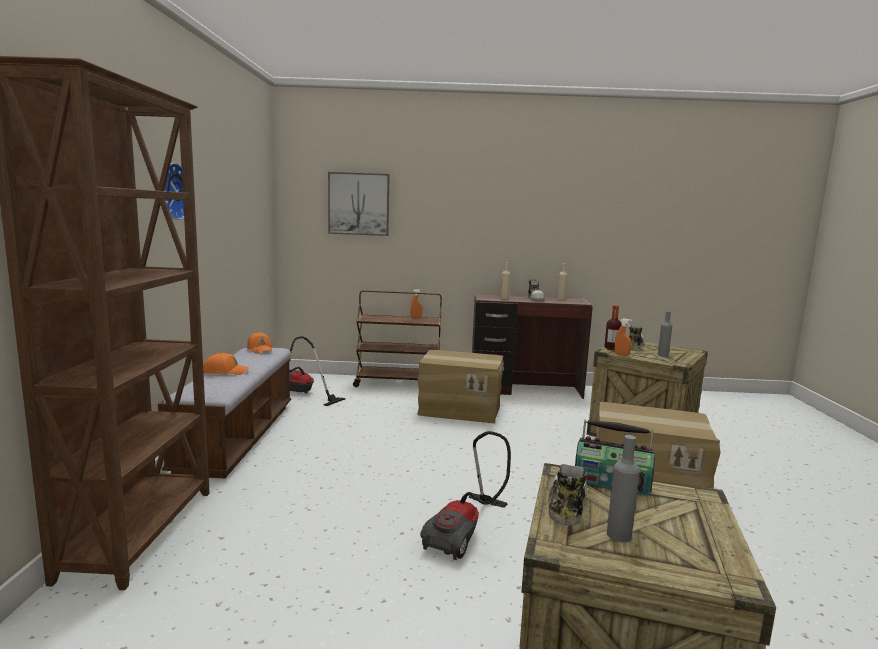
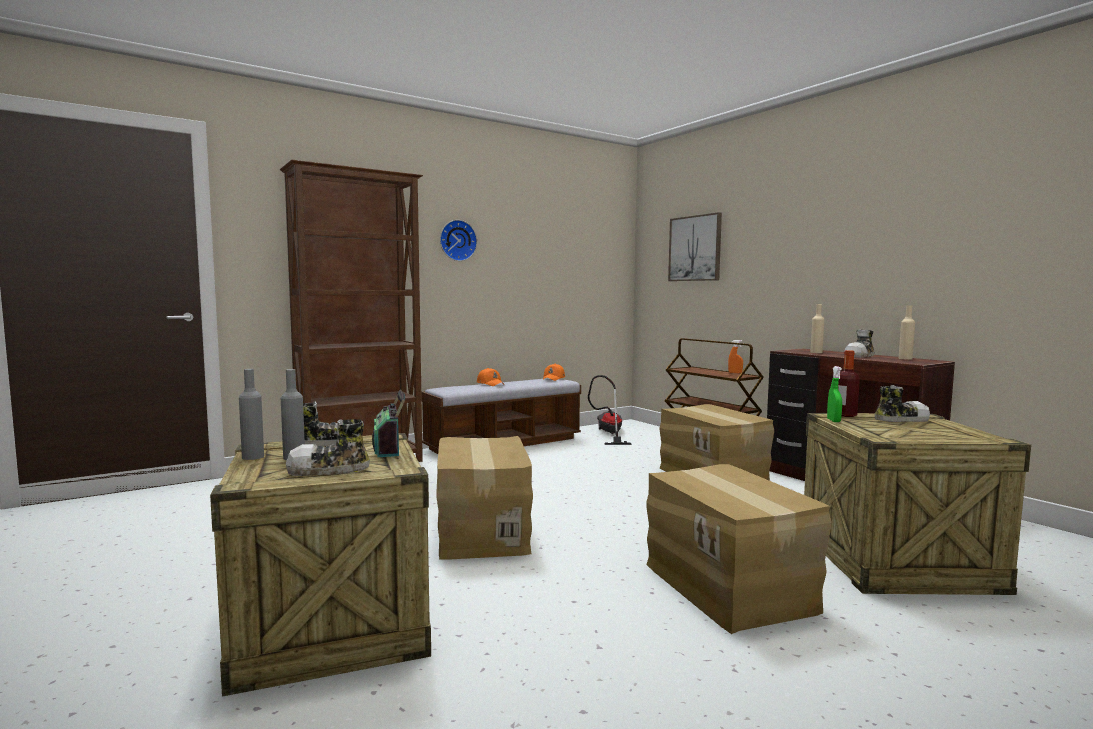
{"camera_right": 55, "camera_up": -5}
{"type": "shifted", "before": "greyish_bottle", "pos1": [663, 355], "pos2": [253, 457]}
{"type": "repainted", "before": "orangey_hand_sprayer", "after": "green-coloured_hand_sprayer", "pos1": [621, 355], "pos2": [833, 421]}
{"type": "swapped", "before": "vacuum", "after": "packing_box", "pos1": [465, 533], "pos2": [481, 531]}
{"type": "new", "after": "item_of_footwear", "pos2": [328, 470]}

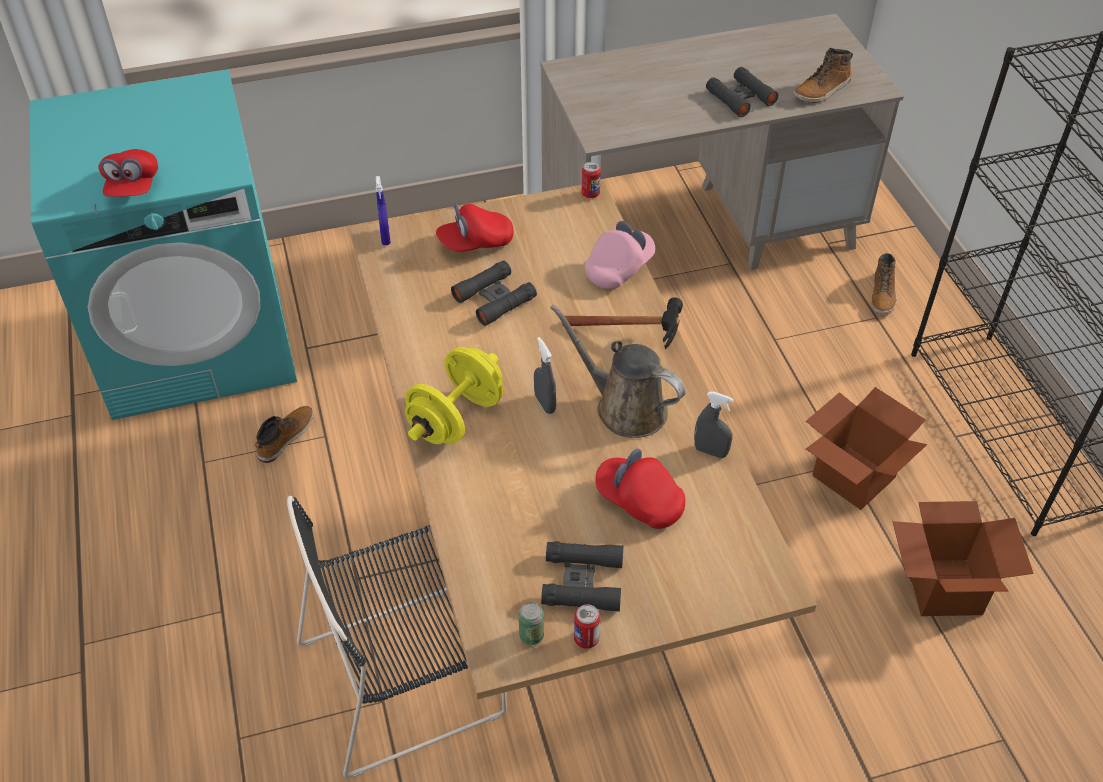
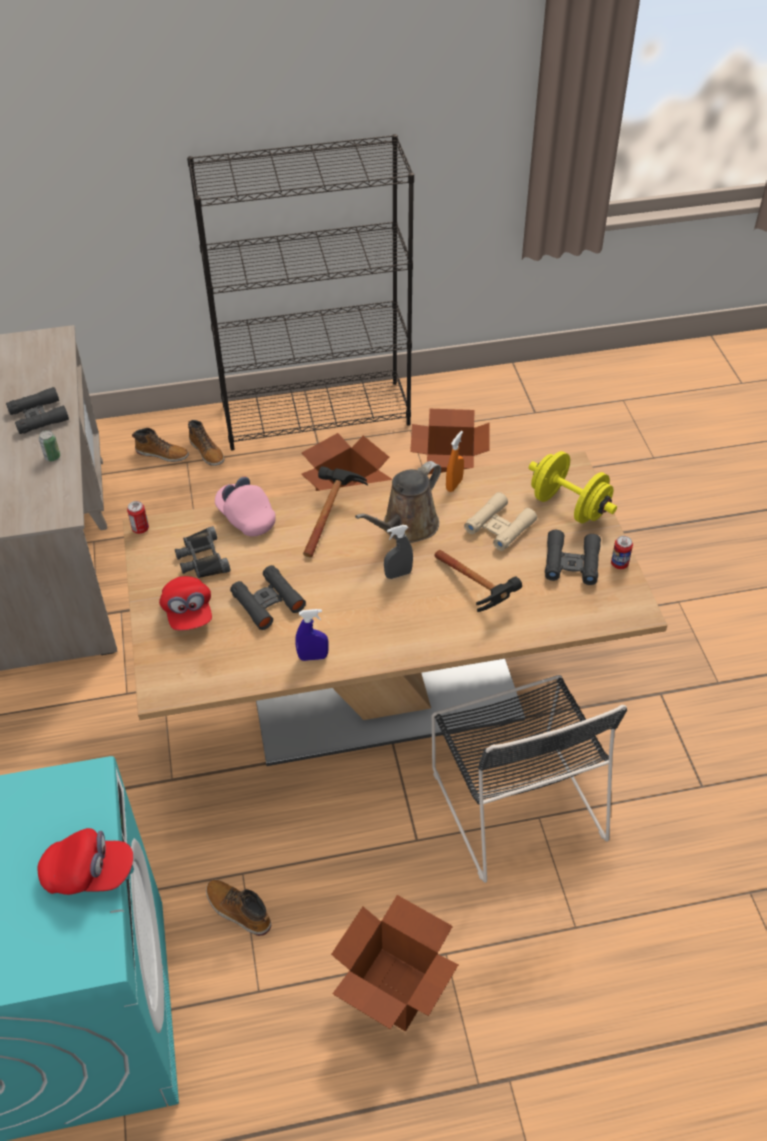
{"camera_right": -85, "camera_up": 0}
{"type": "shifted", "before": "boot", "pos1": [822, 90], "pos2": [207, 452]}
{"type": "shifted", "before": "blue-coloured_hand_sprayer", "pos1": [385, 237], "pos2": [313, 657]}
{"type": "shifted", "before": "yellow_free_weight", "pos1": [456, 418], "pos2": [569, 506]}
{"type": "repainted", "before": "greyish_hand_sprayer", "after": "orangey_hand_sprayer", "pos1": [710, 451], "pos2": [454, 485]}
{"type": "swapped", "before": "red-coloured_peaked_cap", "after": "beige_field_glasses", "pos1": [639, 501], "pos2": [499, 527]}
{"type": "shifted", "before": "metal_can", "pos1": [531, 635], "pos2": [52, 457]}
{"type": "new", "after": "blackish_field_glasses", "pos2": [202, 559]}
{"type": "new", "after": "tool_hammer", "pos2": [479, 594]}
{"type": "new", "after": "packing_box", "pos2": [393, 989]}

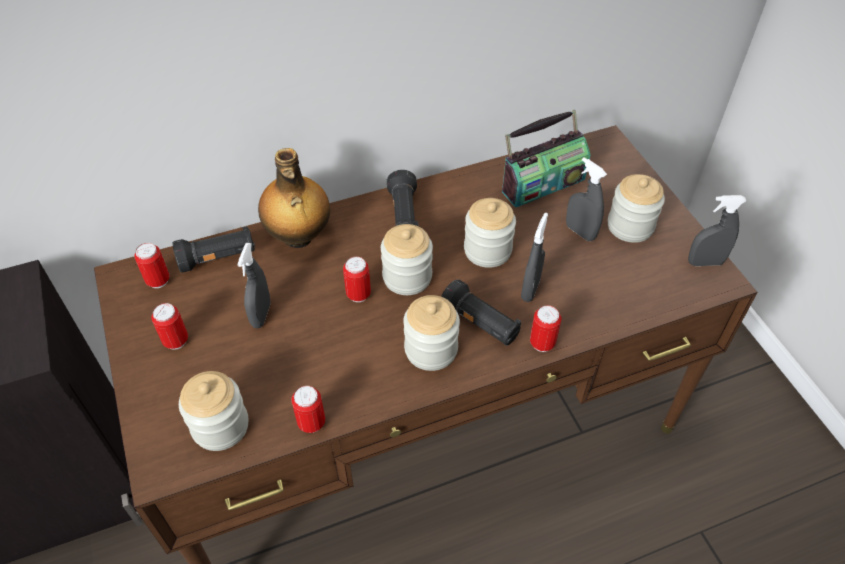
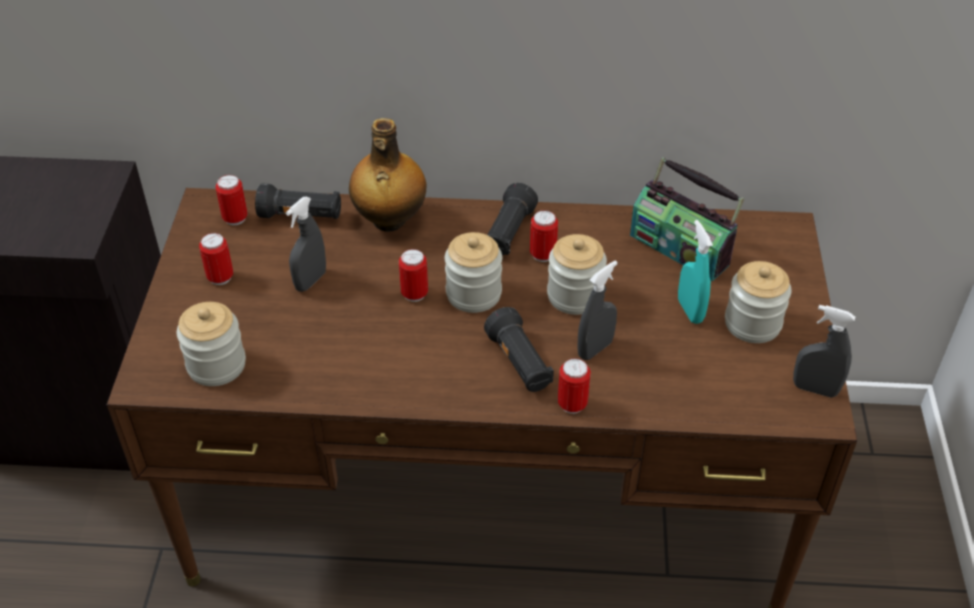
{"camera_right": 25, "camera_up": -5}
{"type": "rotated", "before": "radio", "pos1": [542, 184], "pos2": [680, 248], "turn": 45}
{"type": "repainted", "before": "greyish_hand_sprayer", "after": "blue-green_hand_sprayer", "pos1": [580, 232], "pos2": [690, 311]}
{"type": "gone", "before": "jar", "pos1": [431, 349]}
{"type": "shifted", "before": "metal_can", "pos1": [311, 423], "pos2": [542, 254]}

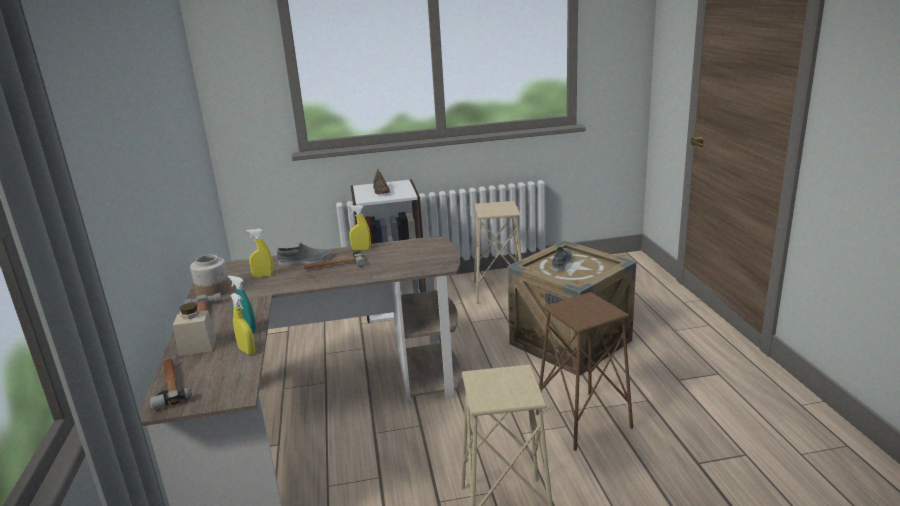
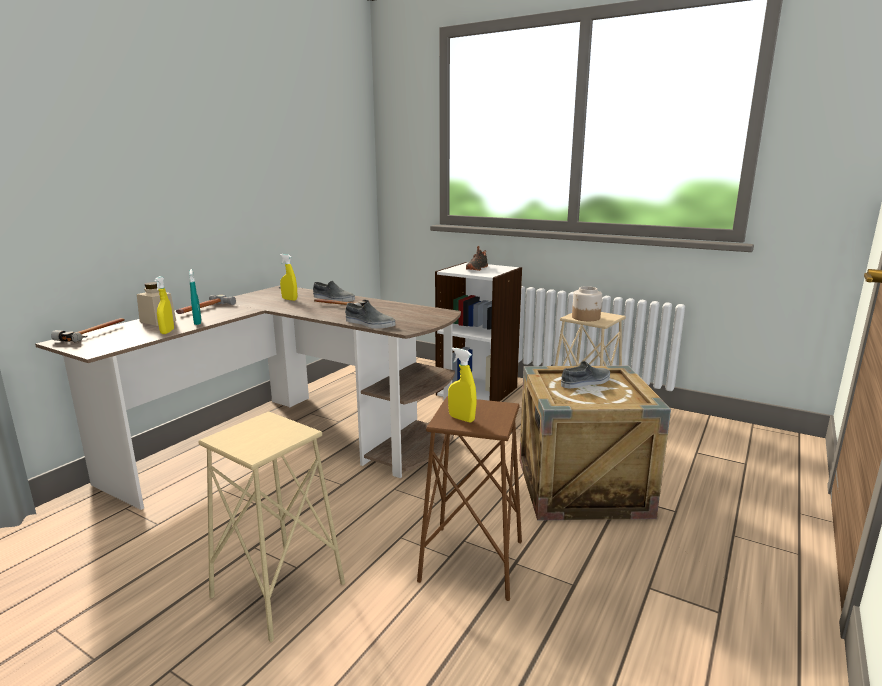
{"camera_right": 40, "camera_up": -5}
{"type": "shifted", "before": "yellow_hand_sprayer", "pos1": [361, 249], "pos2": [461, 418]}
{"type": "shifted", "before": "jar", "pos1": [213, 291], "pos2": [586, 318]}
{"type": "new", "after": "greyish_item_of_footwear", "pos2": [369, 324]}

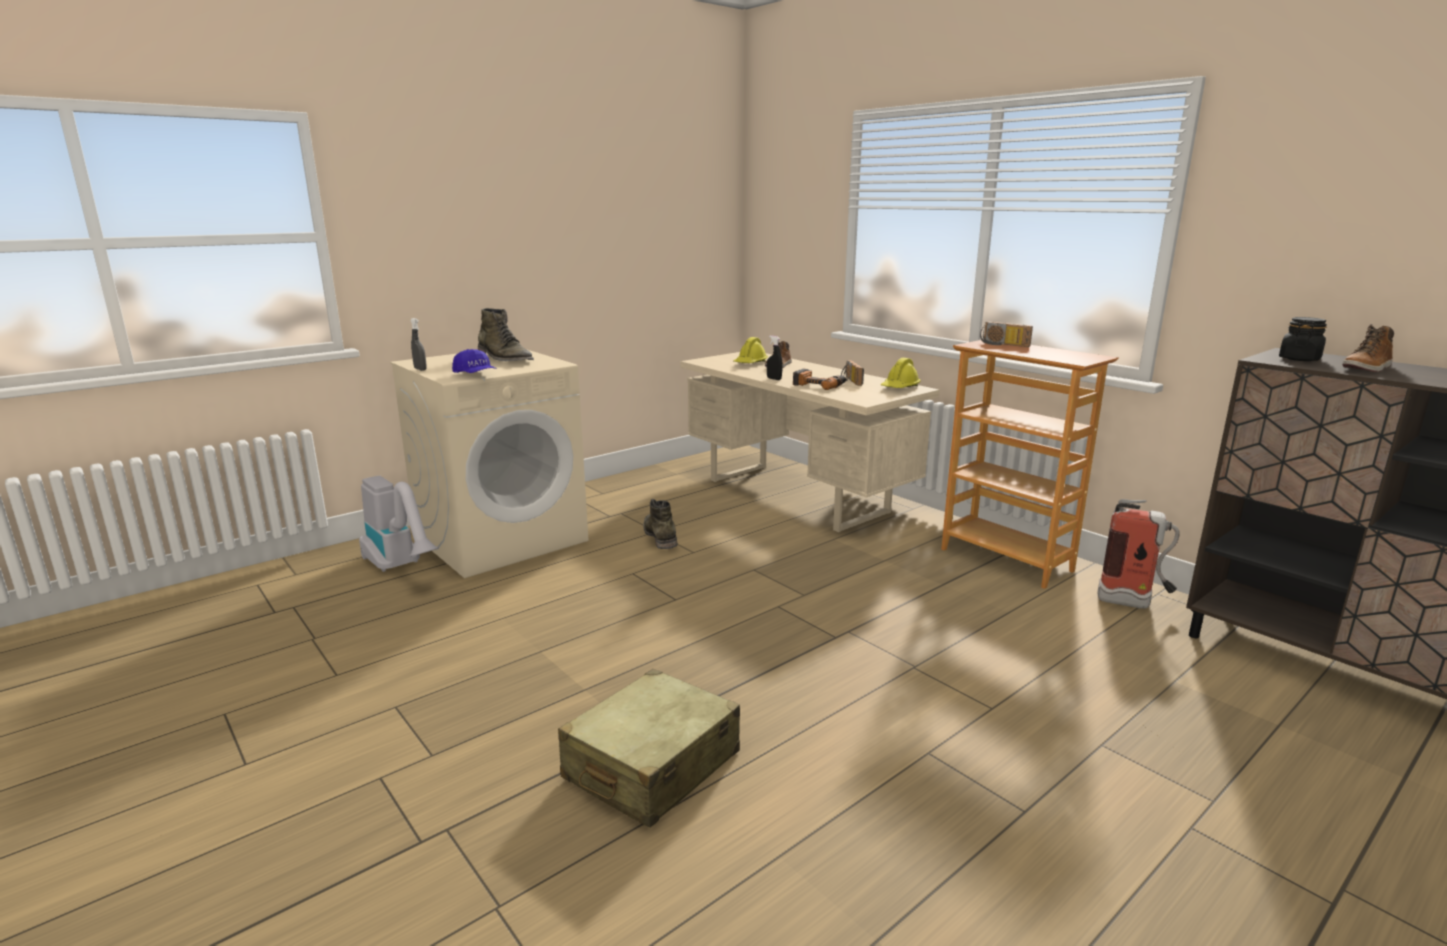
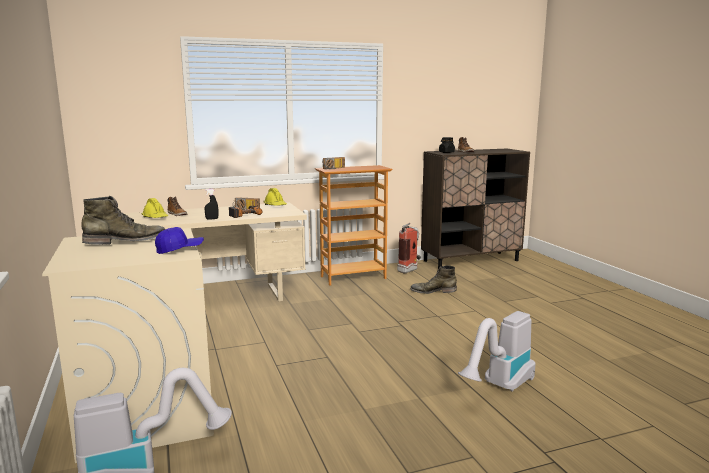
{"camera_right": -70, "camera_up": -5}
{"type": "gone", "before": "greyish_hand_sprayer", "pos1": [420, 369]}
{"type": "shifted", "before": "green-coloured_boot", "pos1": [660, 536], "pos2": [433, 291]}
{"type": "swapped", "before": "beige_travel_case", "after": "vacuum", "pos1": [651, 766], "pos2": [499, 387]}

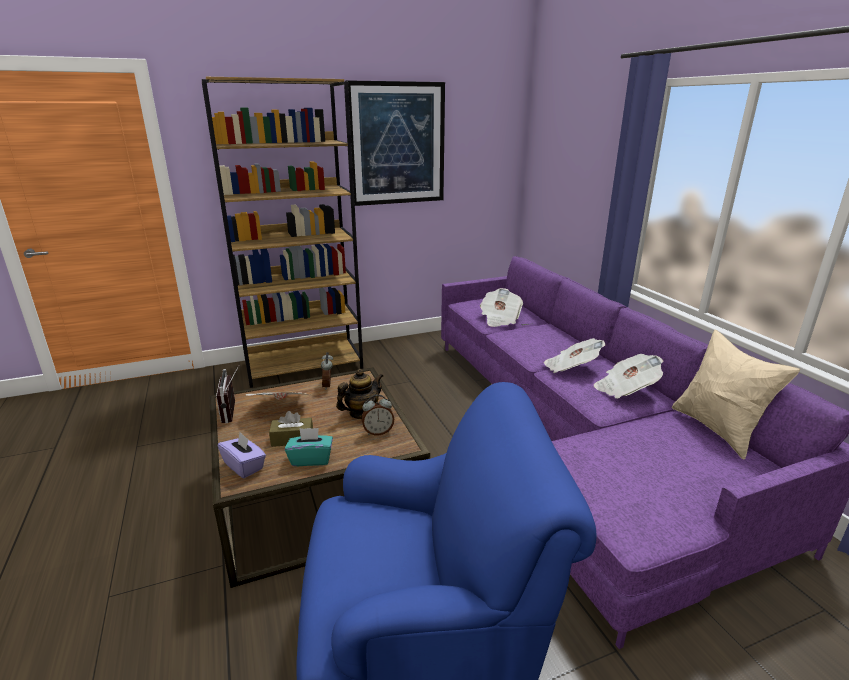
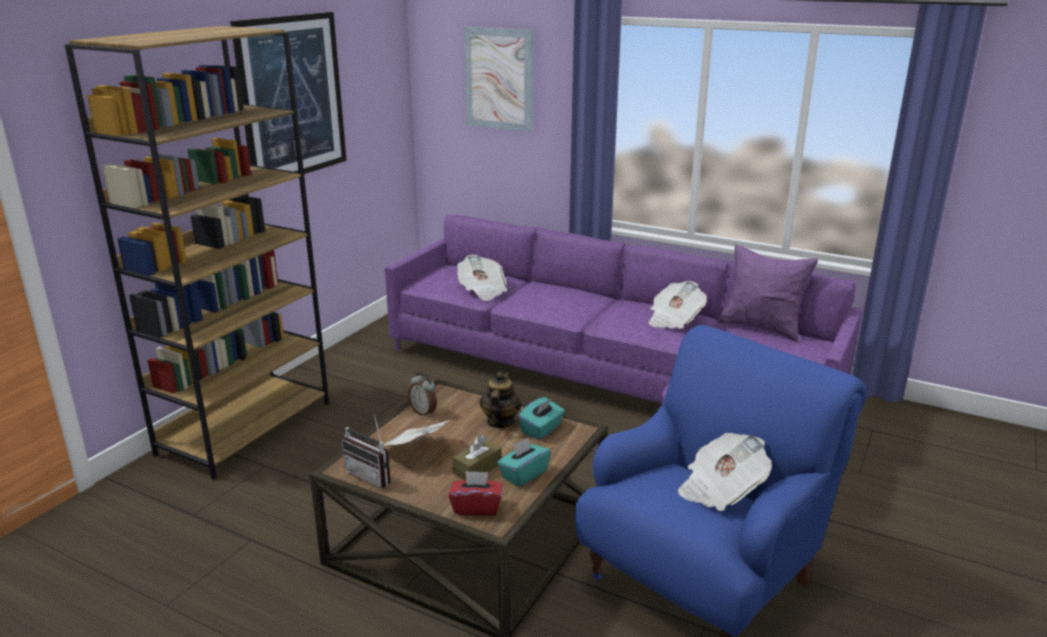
{"camera_right": -40, "camera_up": 0}
{"type": "repainted", "before": "beige_throw_pillow", "after": "purplish_throw_pillow", "pos1": [717, 429], "pos2": [761, 327]}
{"type": "shifted", "before": "printed_paper", "pos1": [571, 368], "pos2": [720, 490]}
{"type": "swapped", "before": "table_clock", "after": "blue-green_tissue_holder", "pos1": [378, 432], "pos2": [541, 429]}
{"type": "repainted", "before": "purplish_tissue_holder", "after": "red-coloured_tissue_holder", "pos1": [244, 466], "pos2": [476, 507]}
{"type": "new", "after": "wall_art", "pos2": [498, 79]}

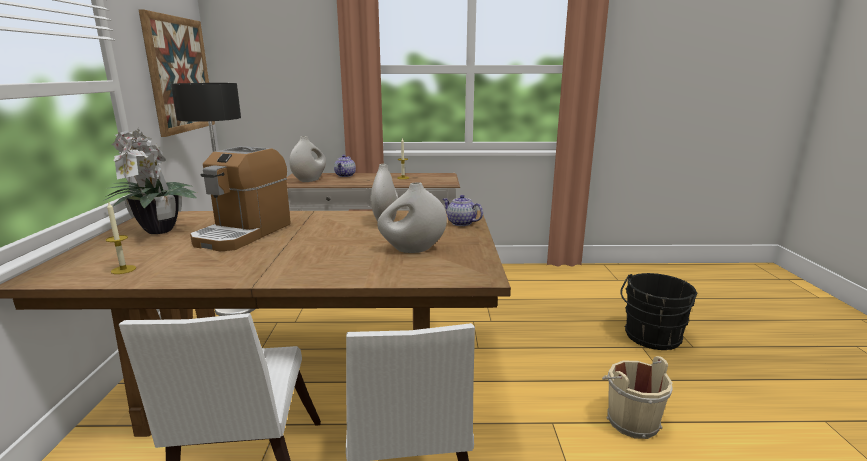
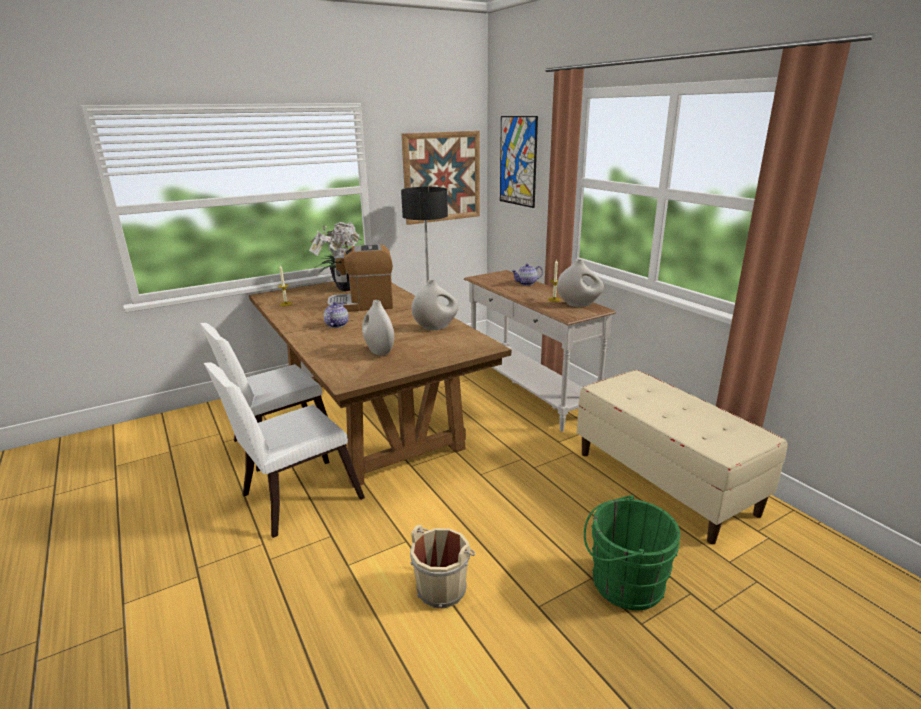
{"camera_right": 60, "camera_up": 5}
{"type": "shifted", "before": "white_decorative_vase", "pos1": [309, 180], "pos2": [579, 304]}
{"type": "shifted", "before": "tea_pot", "pos1": [461, 223], "pos2": [336, 325]}
{"type": "repainted", "before": "blackish_pail", "after": "green-coloured_pail", "pos1": [651, 338], "pos2": [622, 583]}
{"type": "new", "after": "wall_art", "pos2": [518, 161]}
{"type": "new", "after": "beige_long_seat", "pos2": [664, 482]}

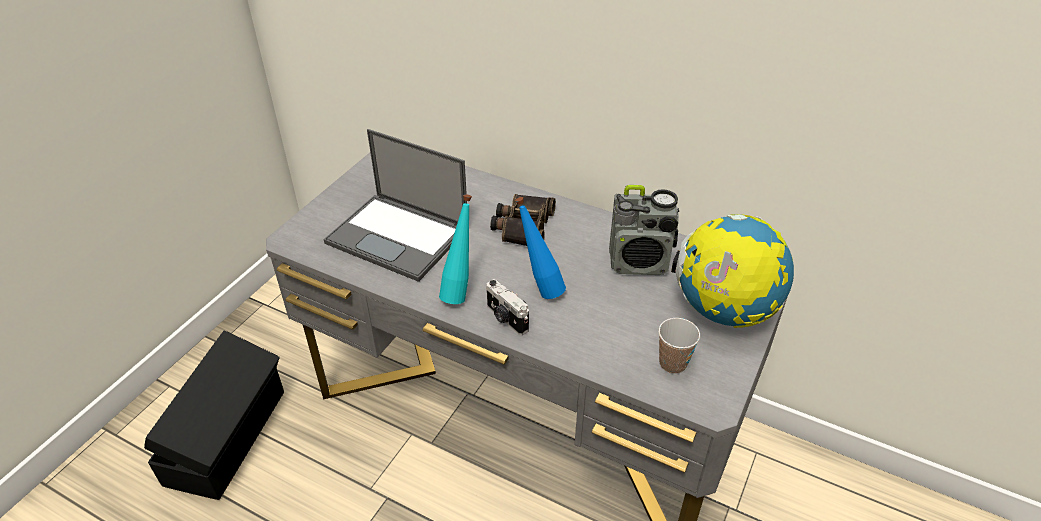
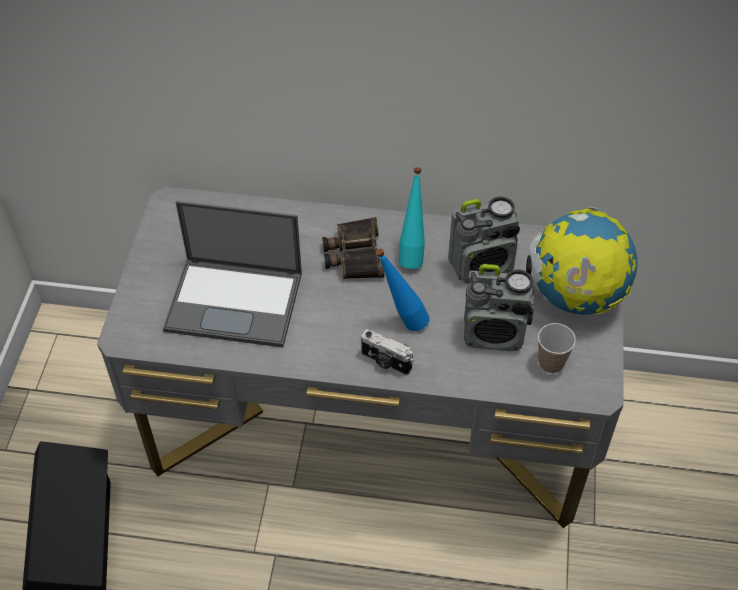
{"camera_right": -20, "camera_up": 10}
{"type": "shifted", "before": "blue-green_bottle", "pos1": [460, 291], "pos2": [412, 254]}
{"type": "new", "after": "radio", "pos2": [494, 334]}

